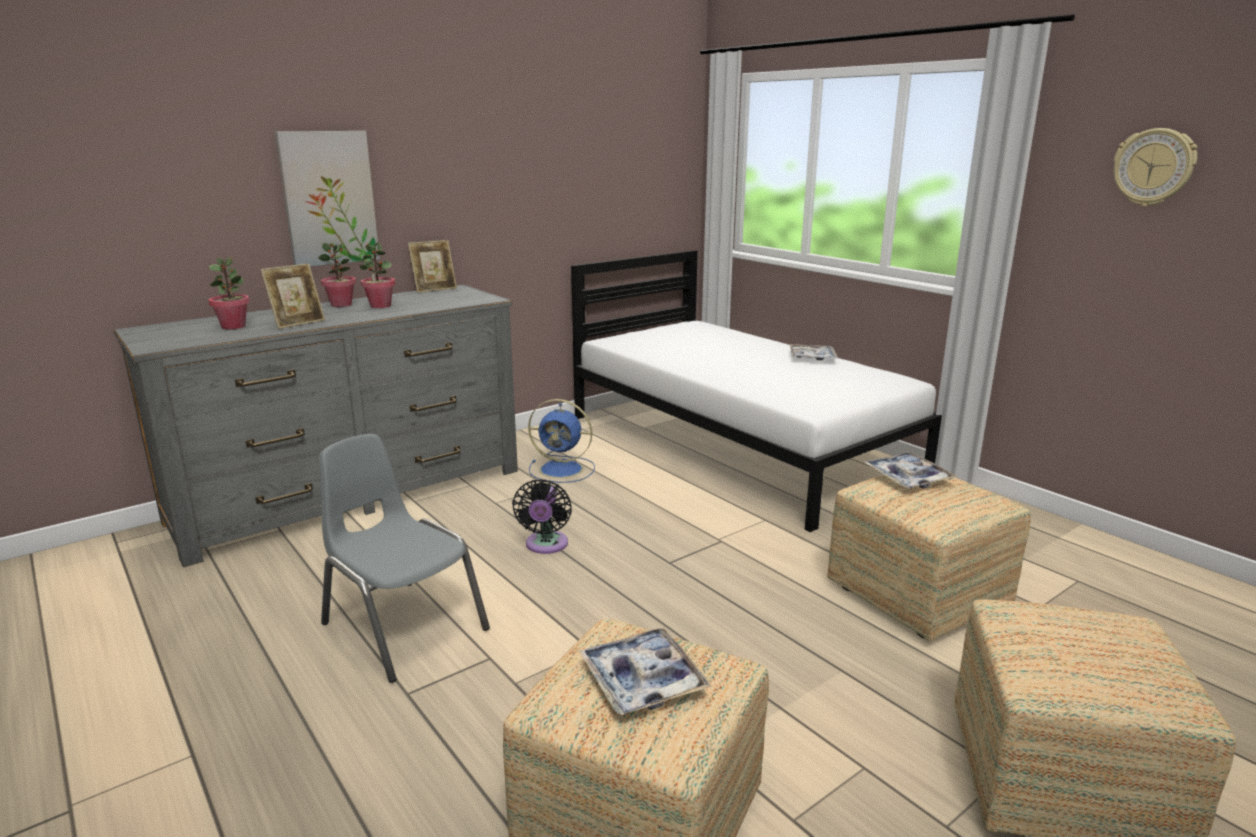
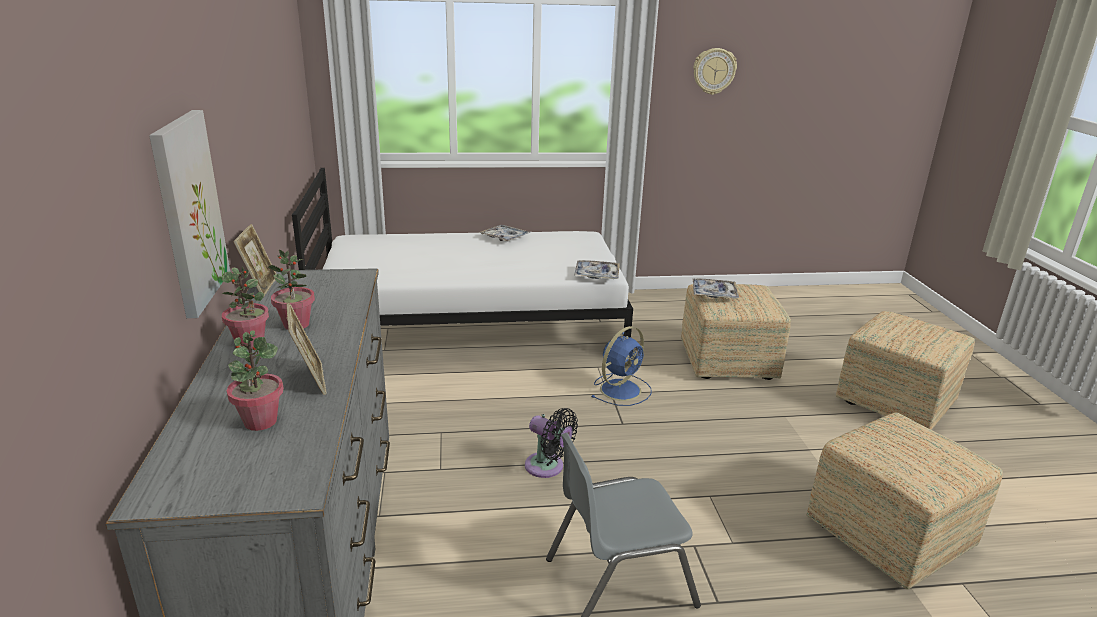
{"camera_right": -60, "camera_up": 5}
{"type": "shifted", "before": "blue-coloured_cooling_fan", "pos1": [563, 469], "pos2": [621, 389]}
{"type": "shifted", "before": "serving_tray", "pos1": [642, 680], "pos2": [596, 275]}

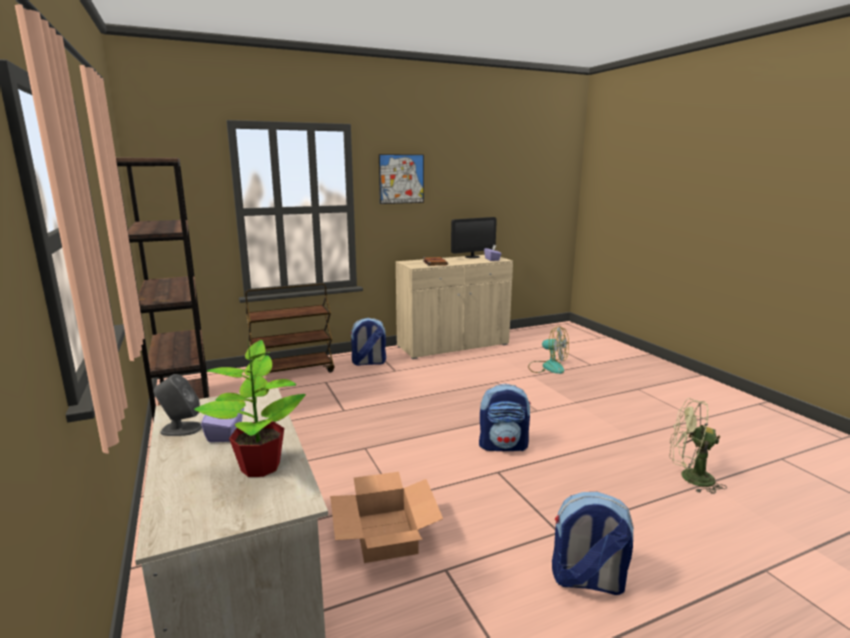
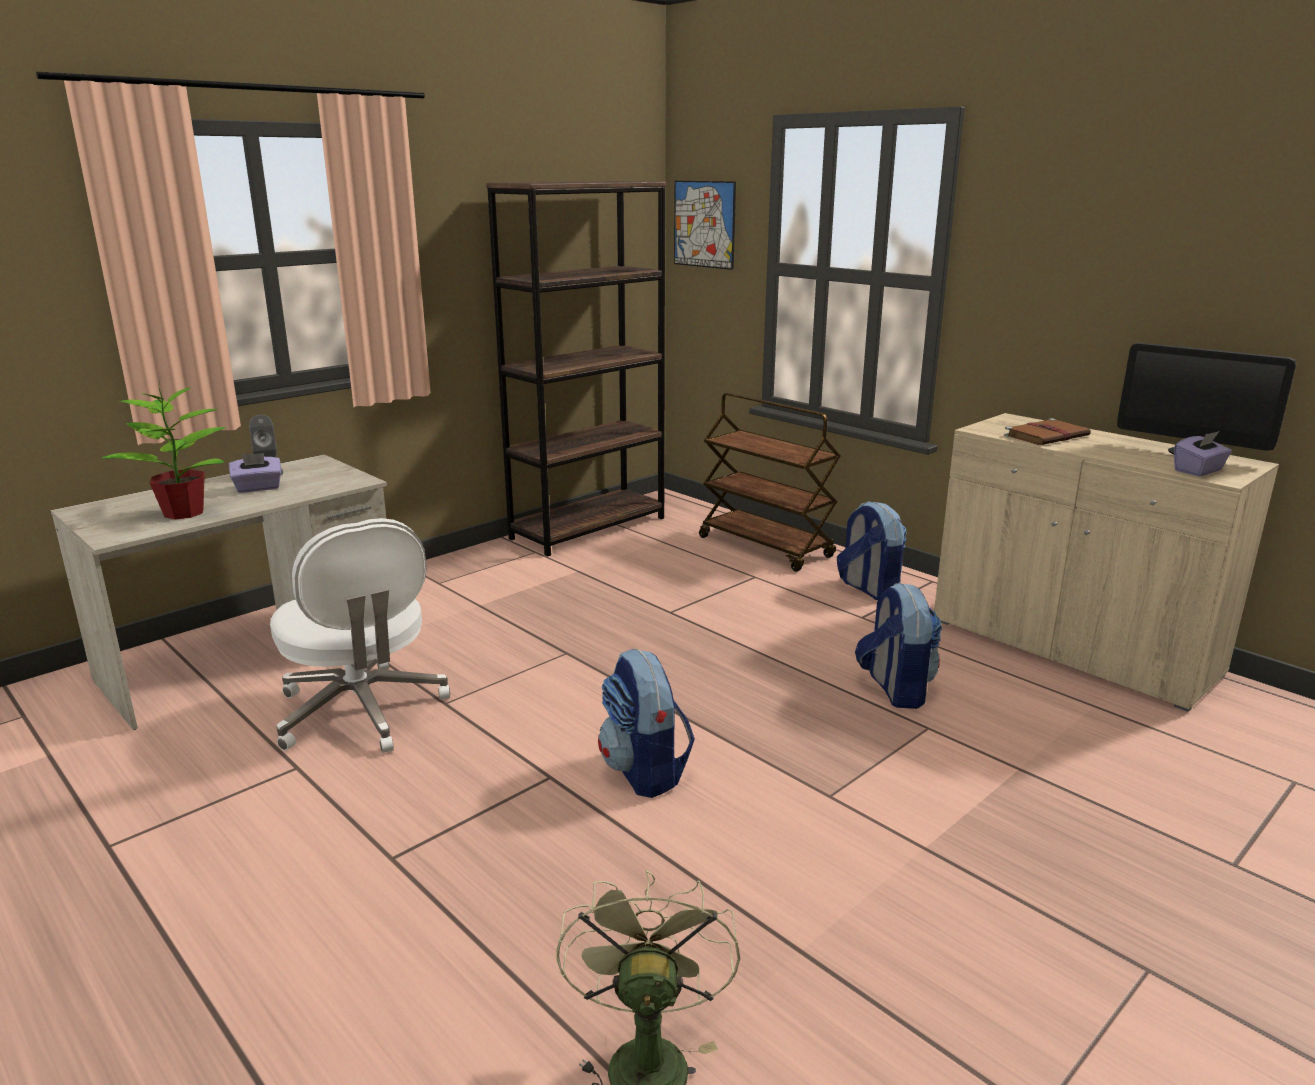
{"camera_right": 70, "camera_up": 5}
{"type": "shifted", "before": "wall_art", "pos1": [401, 179], "pos2": [704, 224]}
{"type": "gone", "before": "cooling_fan", "pos1": [547, 367]}
{"type": "swapped", "before": "packing_box", "after": "white_computer_chair", "pos1": [385, 535], "pos2": [361, 712]}
{"type": "shifted", "before": "backpack", "pos1": [587, 581], "pos2": [895, 689]}

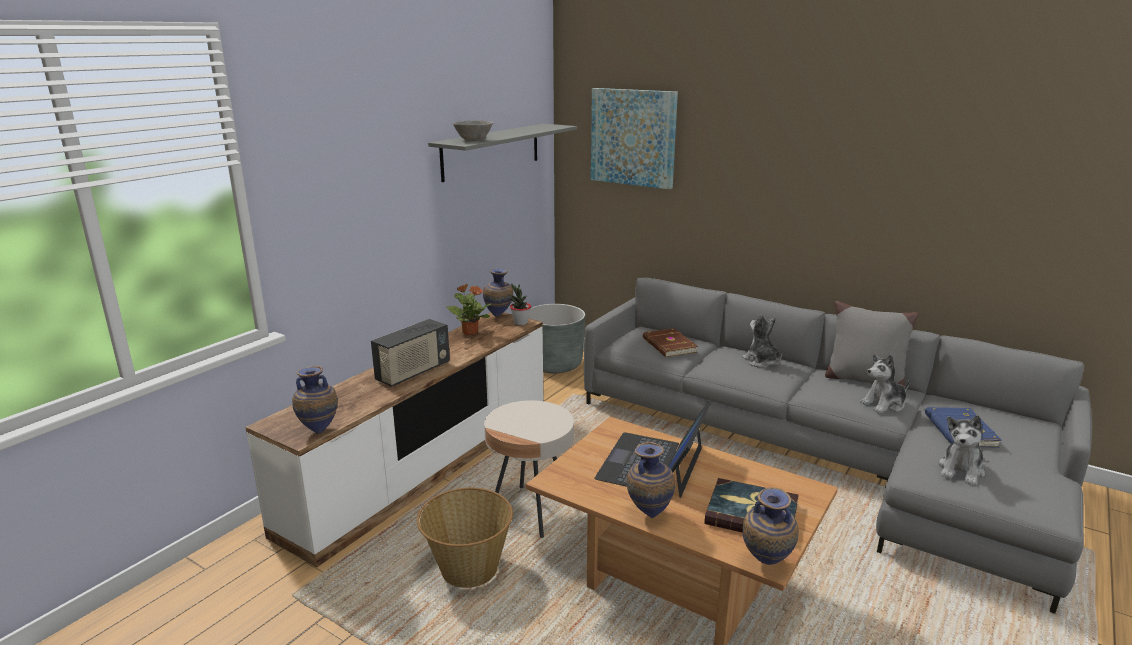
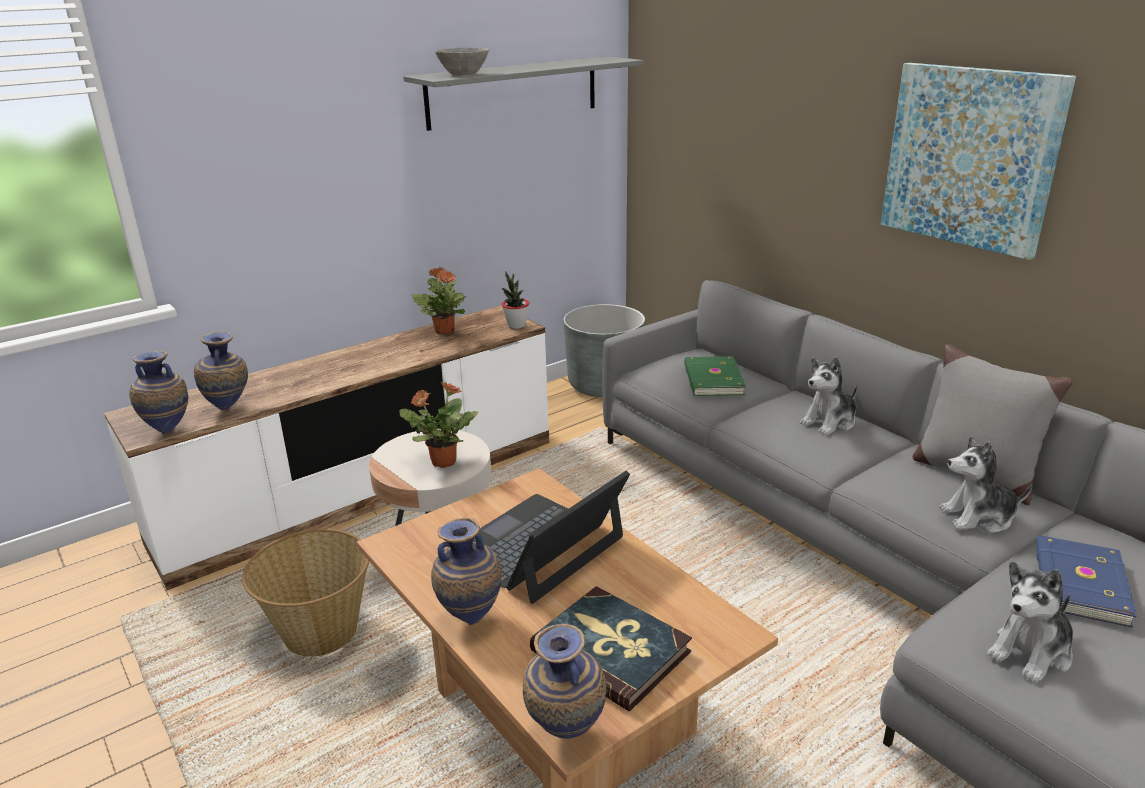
{"camera_right": 20, "camera_up": 5}
{"type": "shifted", "before": "wall_art", "pos1": [633, 137], "pos2": [970, 157]}
{"type": "shifted", "before": "decorative_vase", "pos1": [499, 316], "pos2": [229, 409]}
{"type": "rotated", "before": "plush_toy", "pos1": [761, 362], "pos2": [829, 422], "turn": -120}
{"type": "gone", "before": "radio", "pos1": [413, 372]}
{"type": "repainted", "before": "brown-coloured_volume", "after": "green-coloured_volume", "pos1": [668, 345], "pos2": [712, 380]}
{"type": "new", "after": "potted_plant", "pos2": [442, 462]}

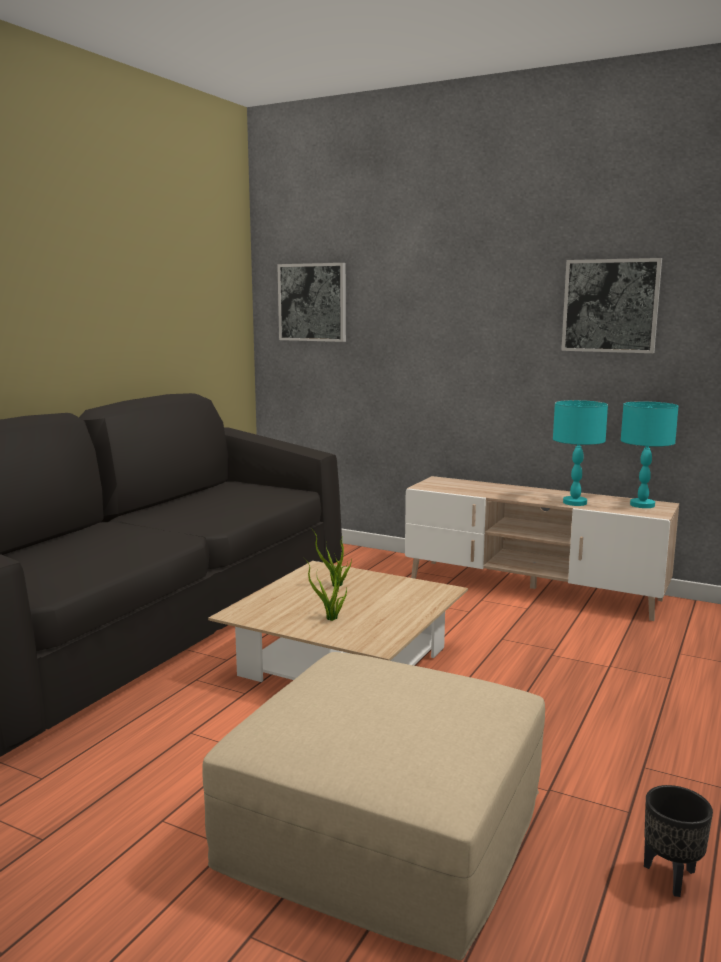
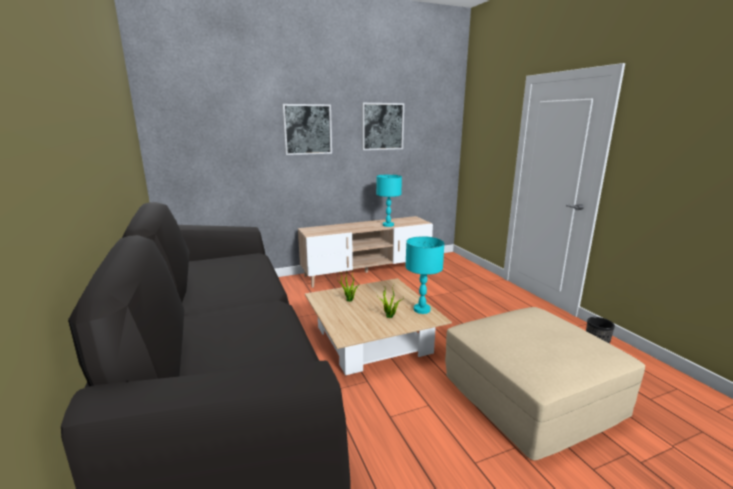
{"camera_right": -50, "camera_up": 5}
{"type": "shifted", "before": "wall_art", "pos1": [312, 302], "pos2": [307, 129]}
{"type": "shifted", "before": "blue-green_lamp_for_a_table", "pos1": [642, 505], "pos2": [422, 310]}

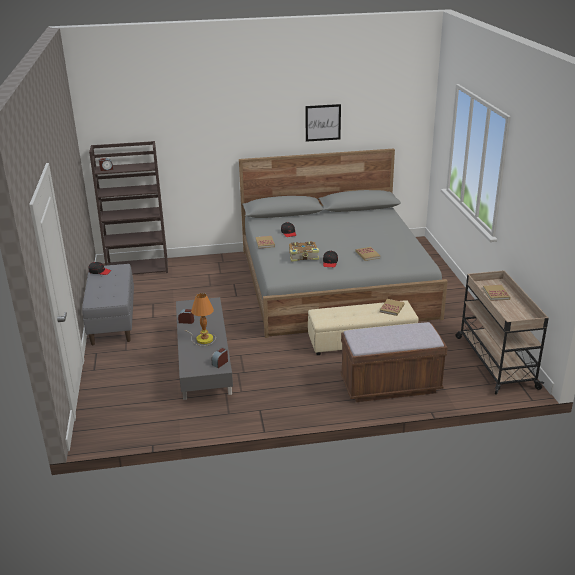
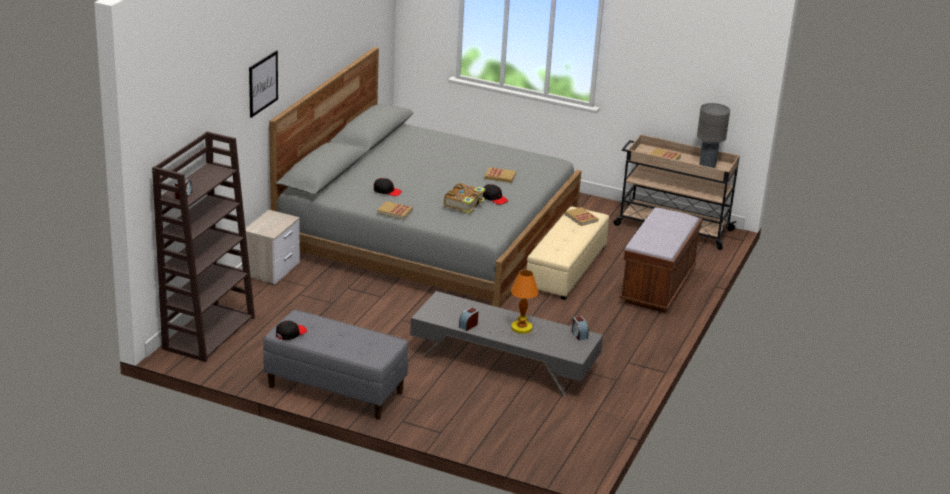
{"camera_right": -60, "camera_up": 0}
{"type": "shifted", "before": "wall_art", "pos1": [323, 122], "pos2": [263, 83]}
{"type": "new", "after": "greyish_lamp_for_a_table", "pos2": [707, 165]}
{"type": "new", "after": "night_table", "pos2": [272, 270]}

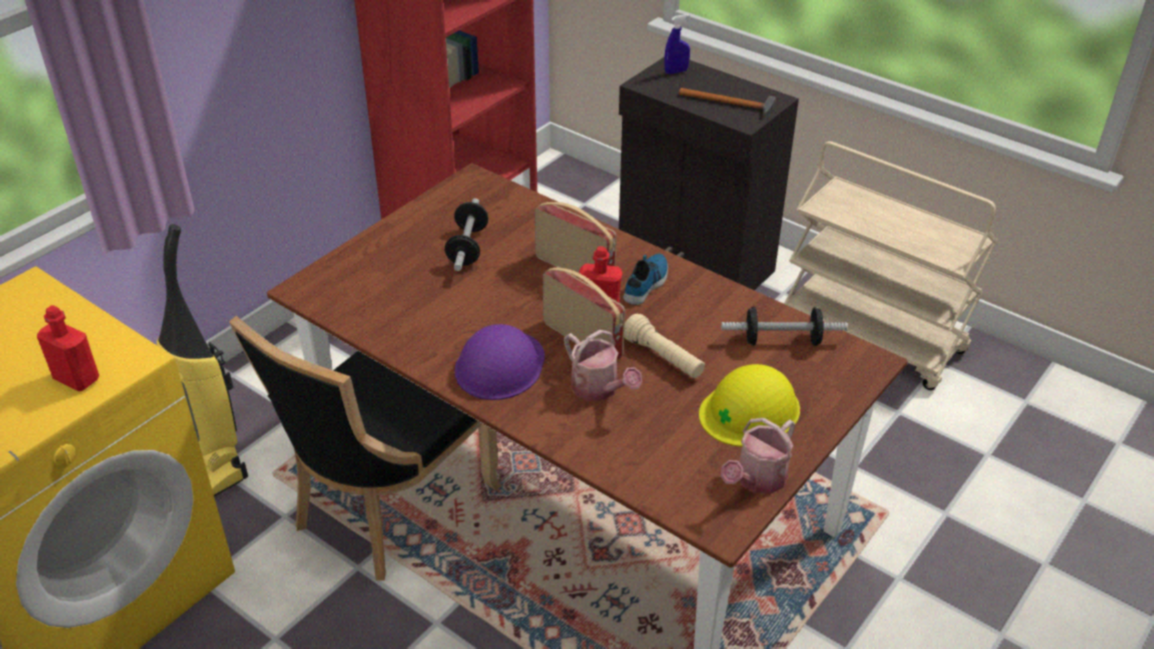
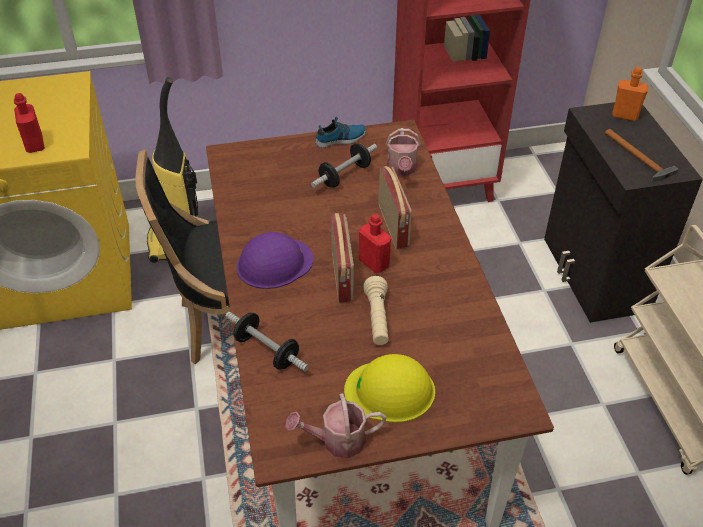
{"camera_right": 40, "camera_up": 5}
{"type": "swapped", "before": "blue-coloured_hand_sprayer", "after": "orangey_bottle", "pos1": [676, 71], "pos2": [625, 115]}
{"type": "shifted", "before": "item_of_footwear", "pos1": [647, 283], "pos2": [341, 139]}
{"type": "shifted", "before": "free_weight", "pos1": [782, 340], "pos2": [267, 351]}
{"type": "shifted", "before": "sprinkling_can", "pos1": [599, 389], "pos2": [402, 169]}

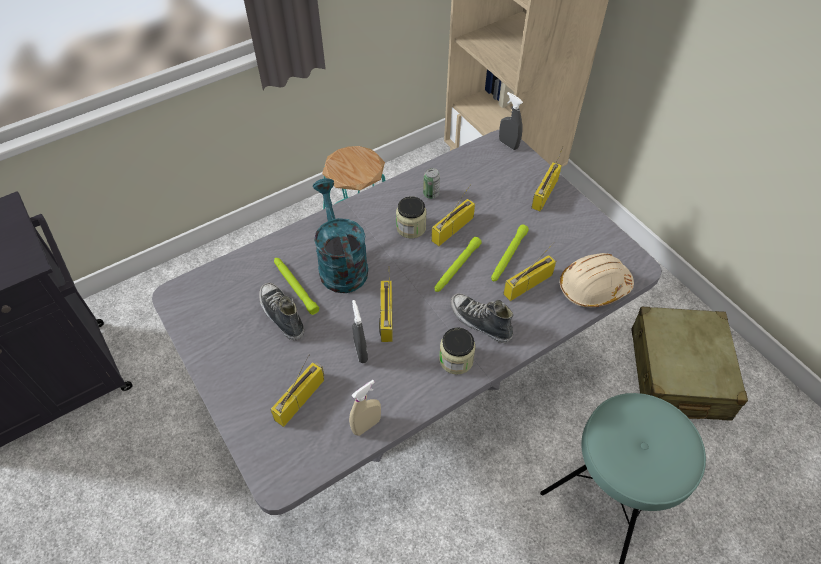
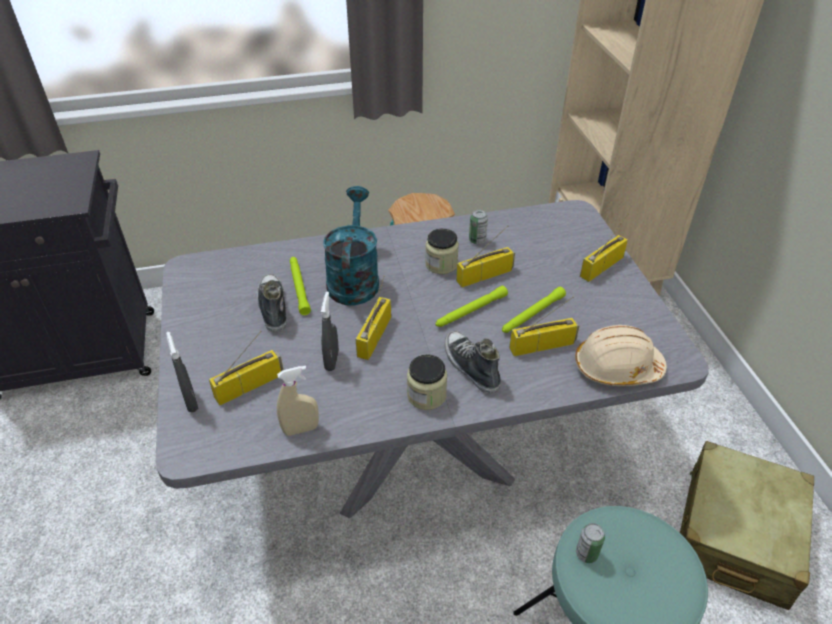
{"camera_right": 20, "camera_up": -10}
{"type": "shifted", "before": "greyish_hand_sprayer", "pos1": [508, 144], "pos2": [191, 401]}
{"type": "new", "after": "metal_can", "pos2": [586, 553]}

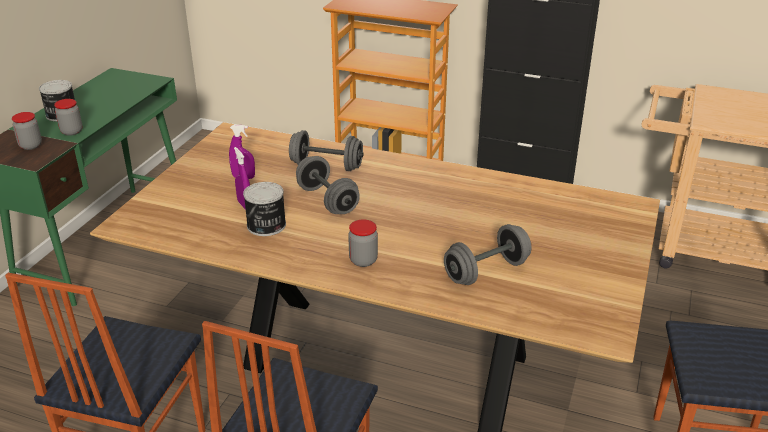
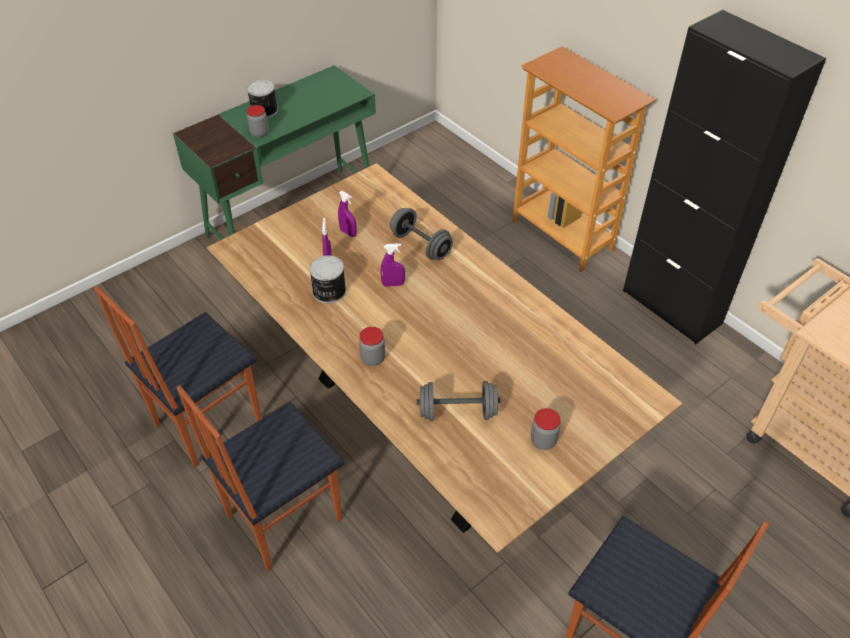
{"camera_right": 30, "camera_up": 15}
{"type": "shifted", "before": "jar", "pos1": [30, 145], "pos2": [543, 441]}
{"type": "swapped", "before": "greyish_free_weight", "after": "purplish_hand_sprayer", "pos1": [327, 200], "pos2": [393, 284]}

